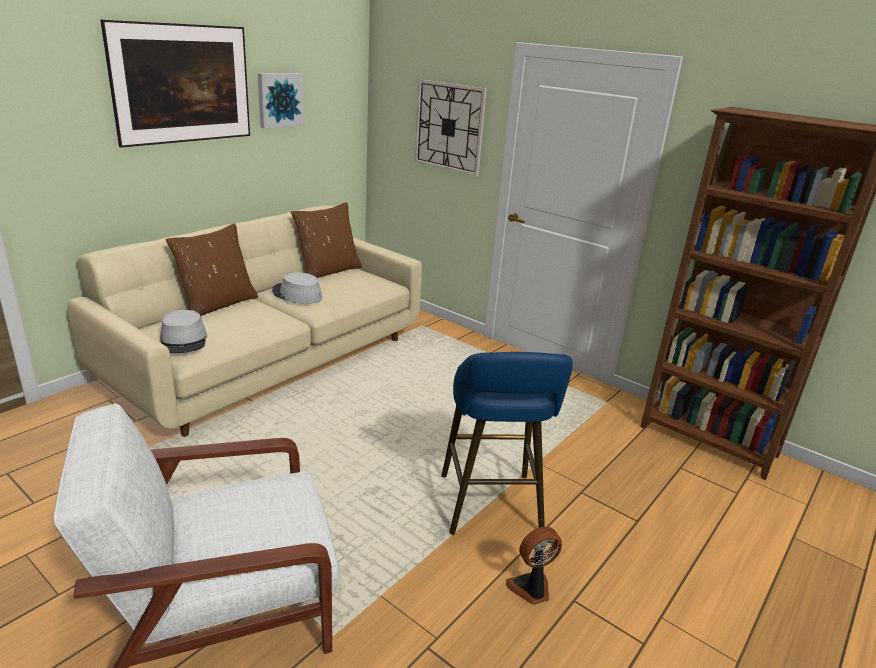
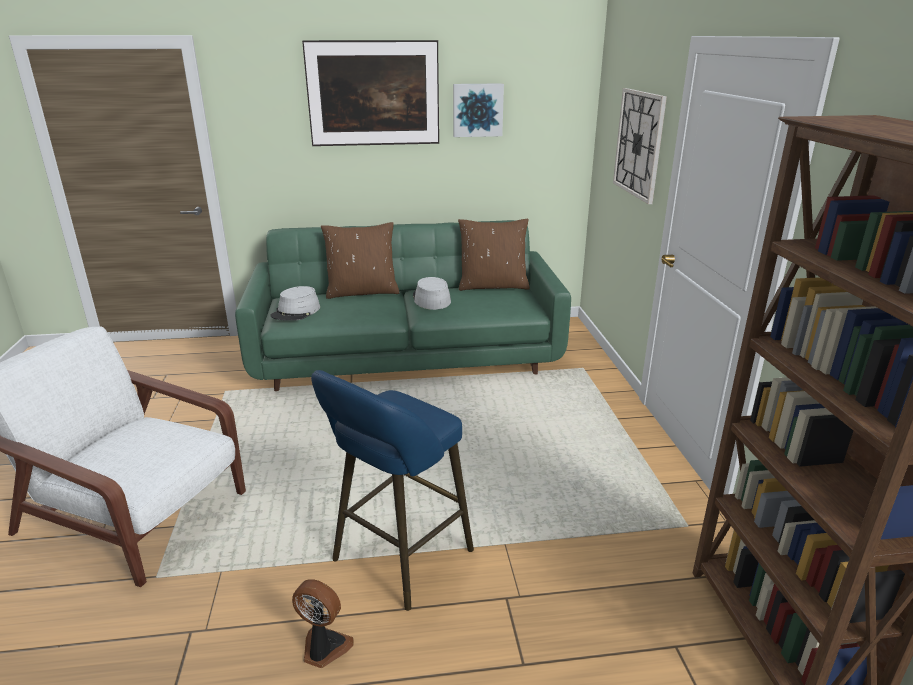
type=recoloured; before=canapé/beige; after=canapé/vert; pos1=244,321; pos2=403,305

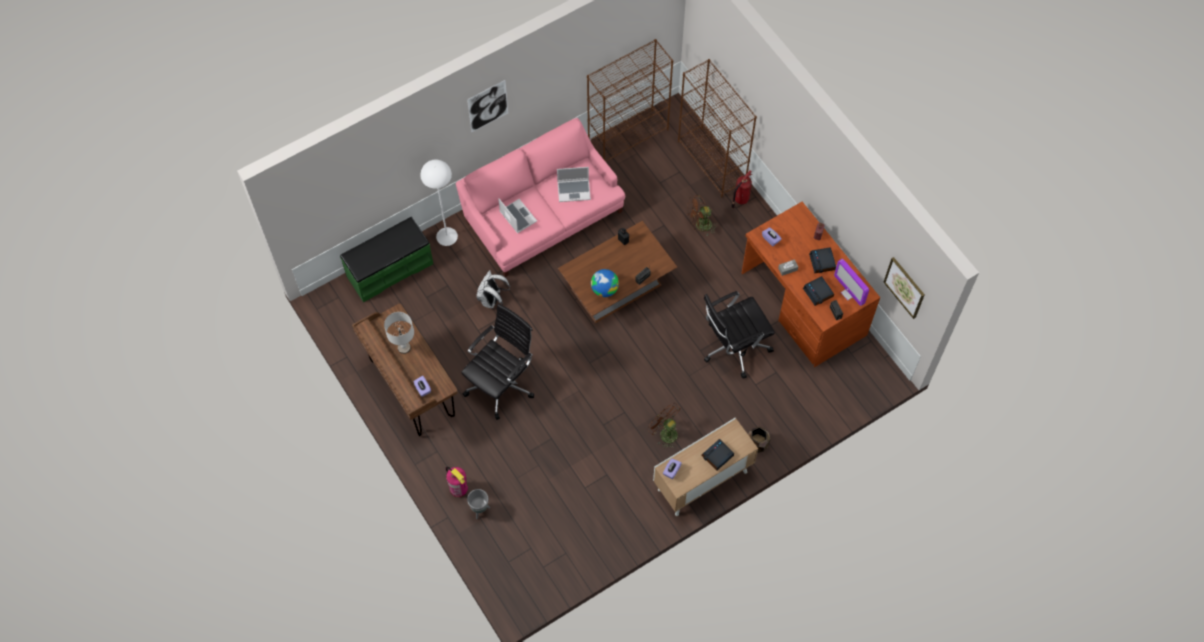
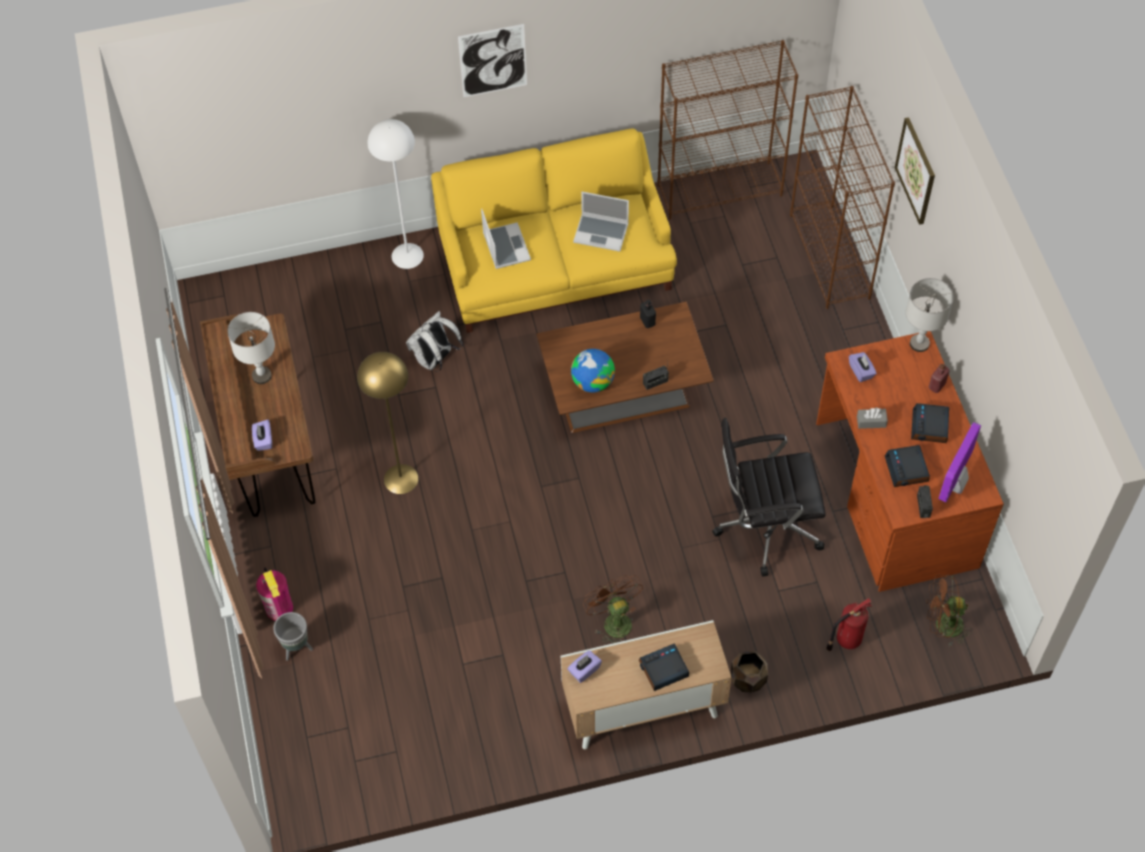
type=removed; before=banc/vert; pos1=386,260
type=added; after=lampe de table/gris; pos2=930,315
type=moved; before=ventilateur/marron; pos1=702,216; pos2=949,610
type=moved; before=extincteur; pos1=741,189; pos2=849,624
type=moved; before=tableau; pos1=904,288; pos2=915,171
type=replaced; before=chaise de bureau/noir; after=lampadaire/jaune; pos1=497,362; pos2=387,423
type=recoloured; before=canapé/rose; after=canapé/jaune; pos1=540,197; pos2=554,231
type=turned; before=écran d'ordinateur; pos1=851,282; pos2=960,462; turn=45

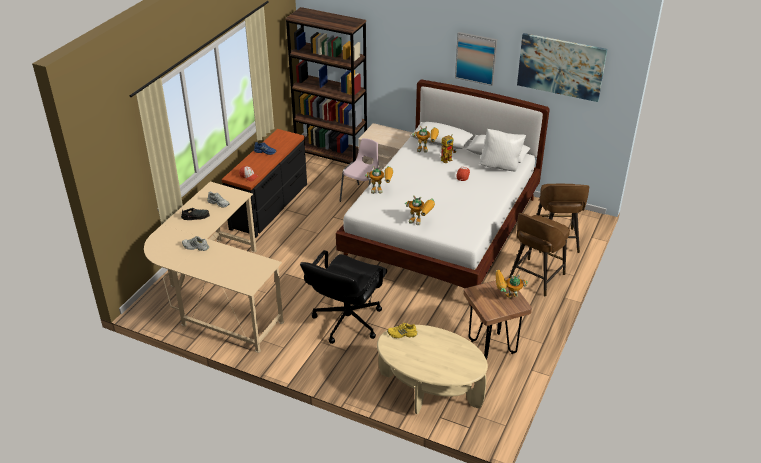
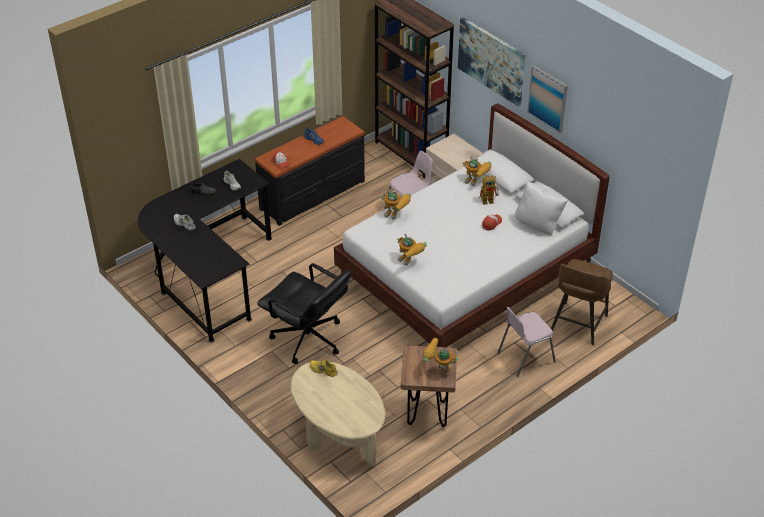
type=moved; before=tableau; pos1=562,67; pos2=492,61
type=replaced; before=tabouret/marron; after=chaise/rose; pos1=539,255; pos2=526,342
type=recoloured; before=bureau/beige; after=bureau/noir; pos1=214,267; pos2=205,251
type=turned; before=chaise de bureau/noir; pos1=343,297; pos2=304,313; turn=-105

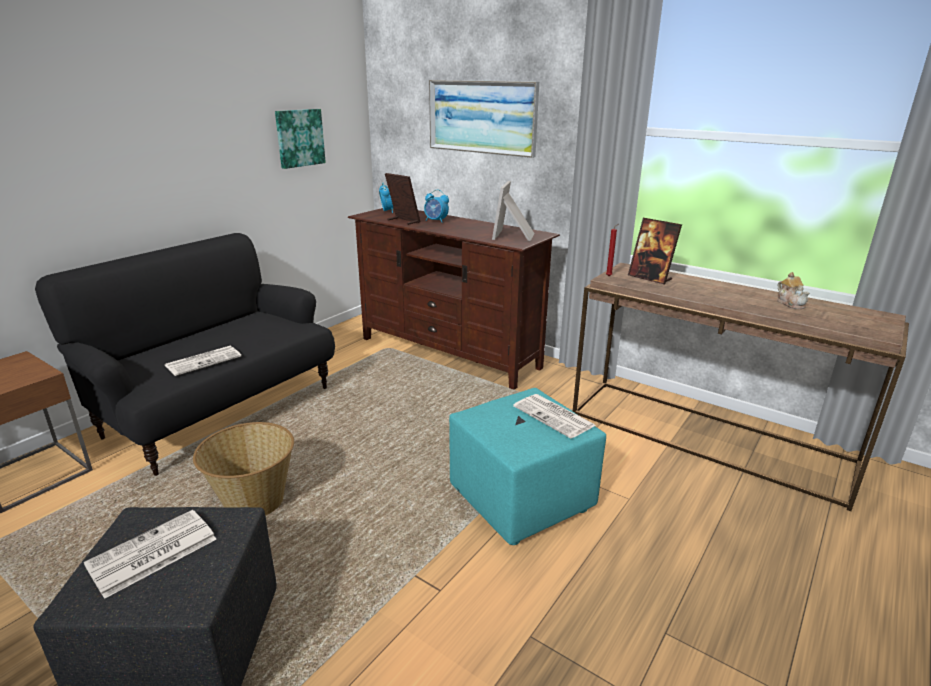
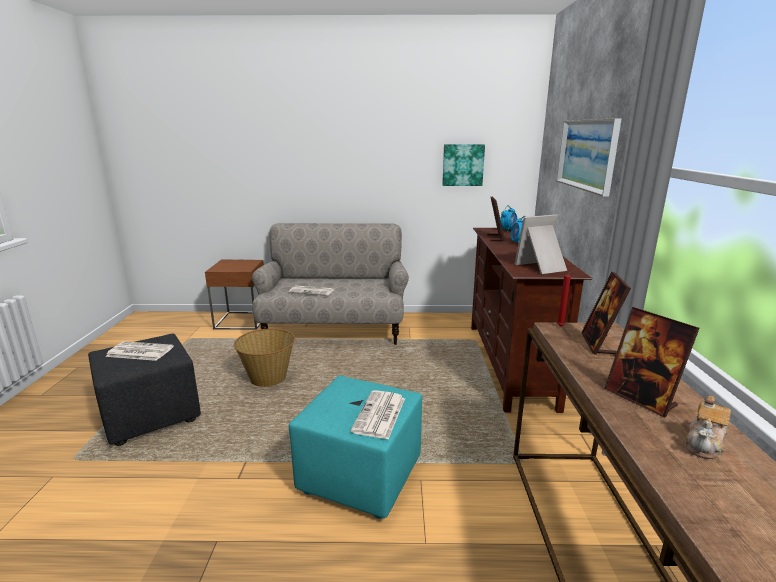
type=added; after=cadre photo; pos2=651,362
type=recoloured; before=canapé/noir; after=canapé/beige; pos1=185,354; pos2=330,284

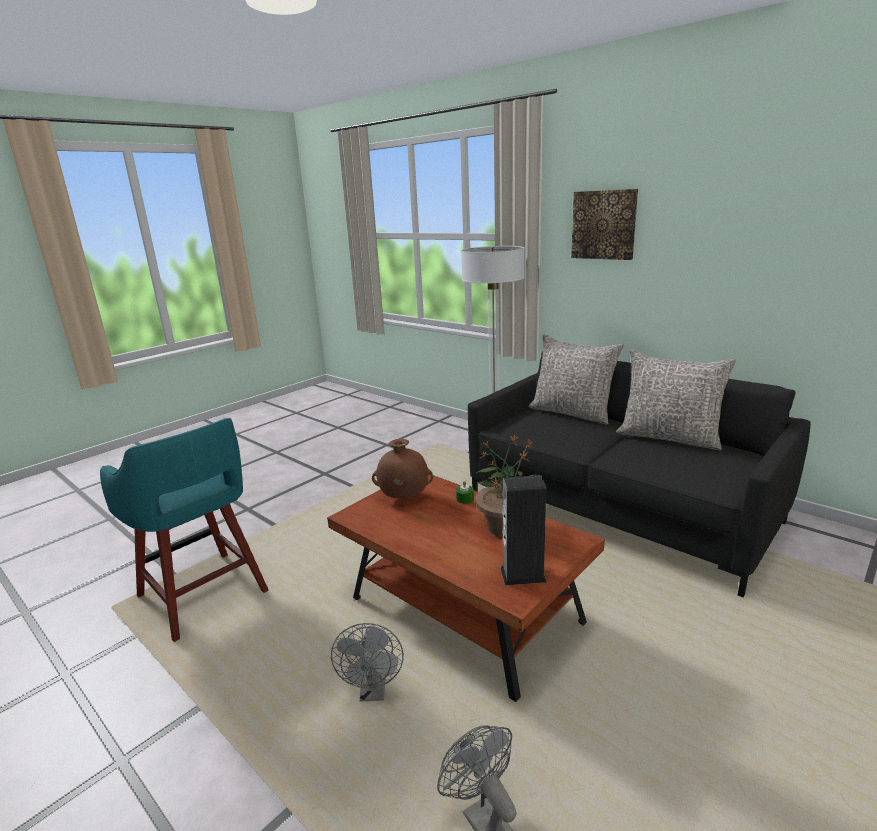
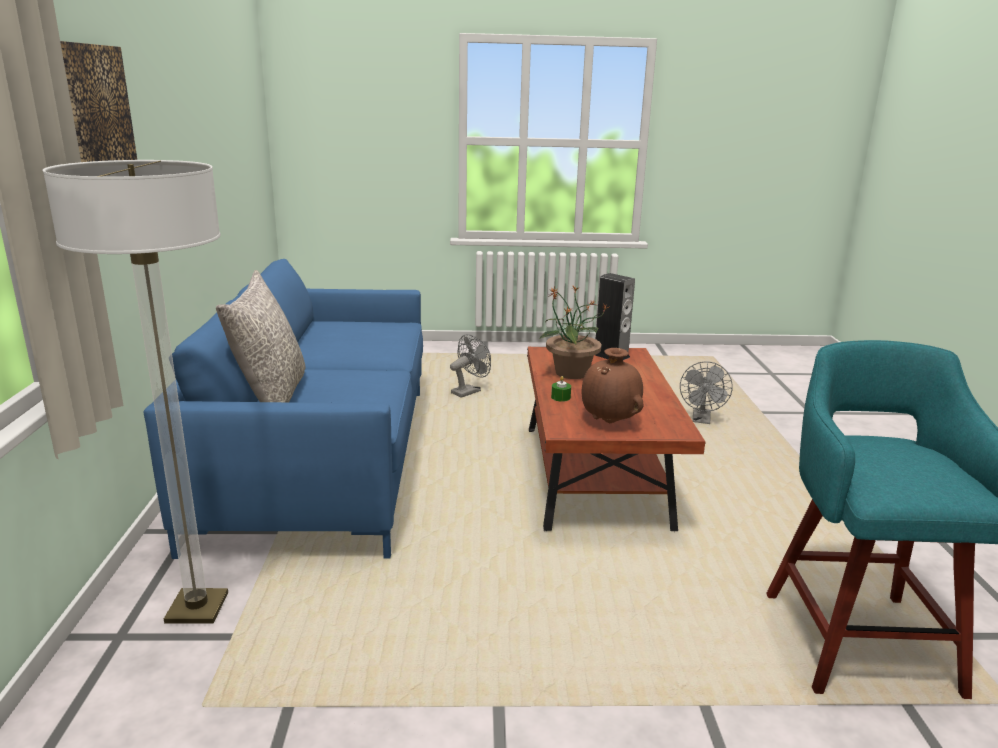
type=removed; before=coussin/gris; pos1=676,400
type=moved; before=ventilateur/gris; pos1=367,662; pos2=470,366
type=recoloured; before=canapé/noir; after=canapé/bleu; pos1=639,474; pos2=283,409

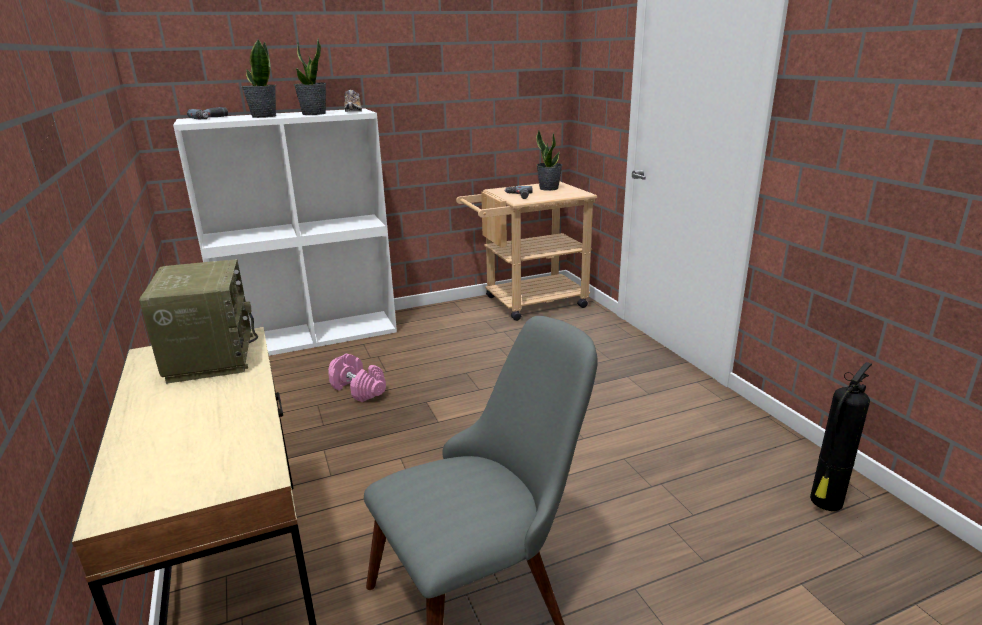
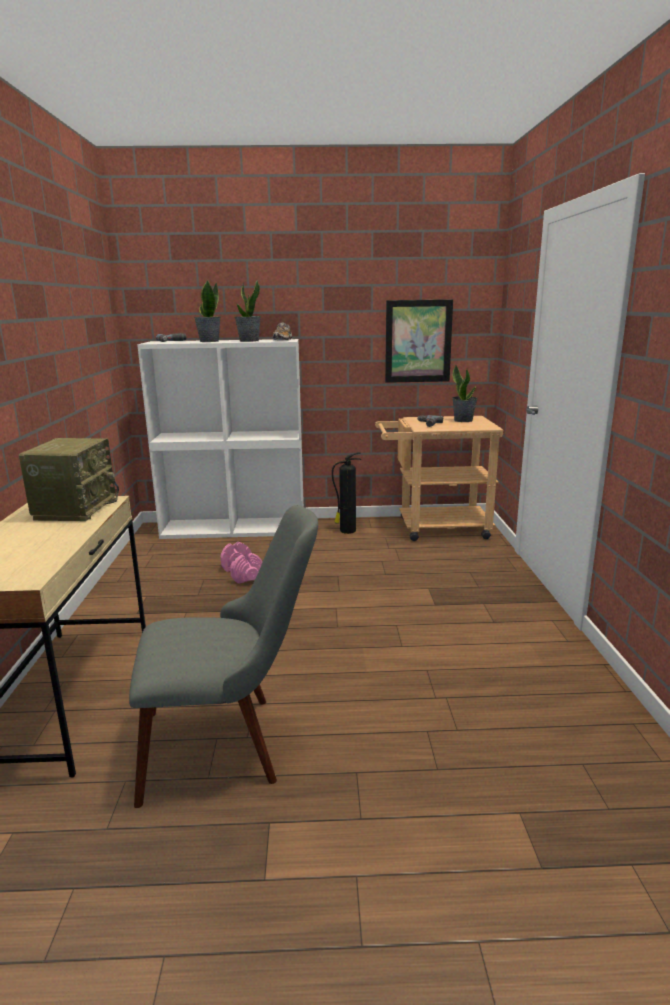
type=added; after=tableau; pos2=419,341
type=moved; before=extincteur; pos1=841,436; pos2=346,493

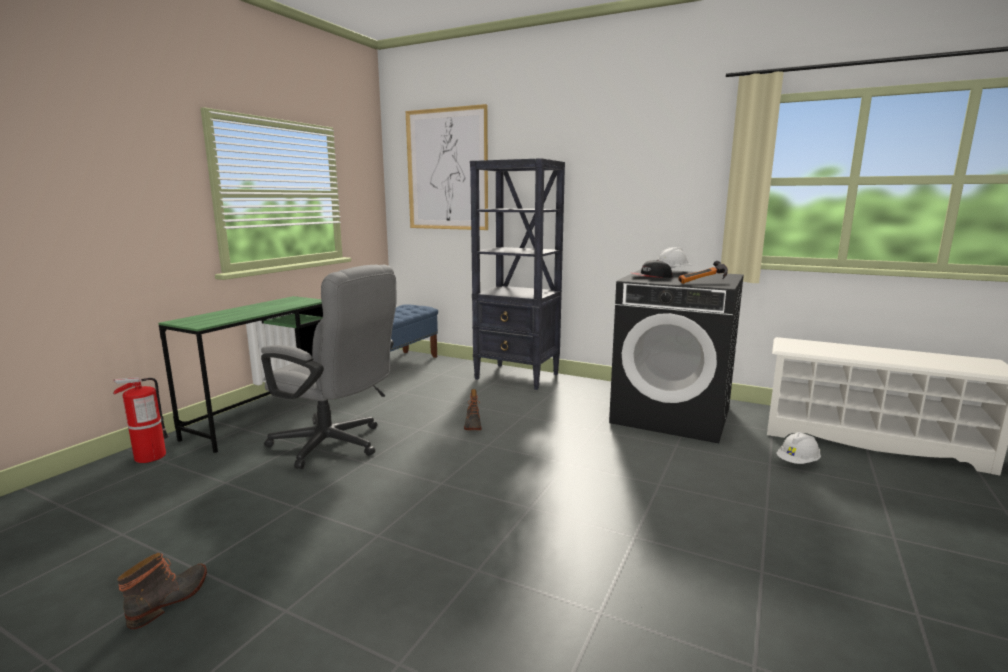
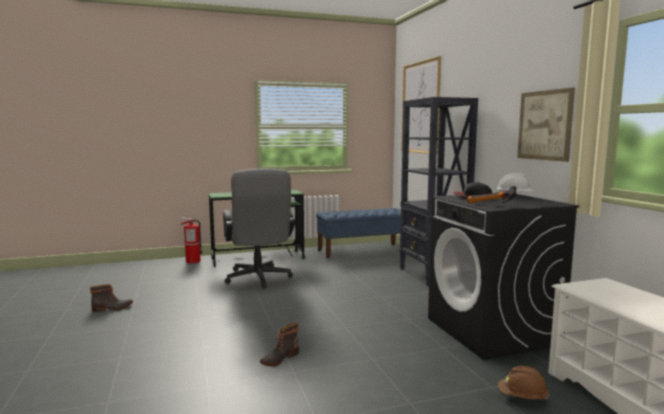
type=added; after=tableau; pos2=546,124
type=moved; before=botte; pos1=473,409; pos2=279,344
type=recoloured; before=casque de chantier/blanc; after=casque de chantier/marron; pos1=798,448; pos2=523,383

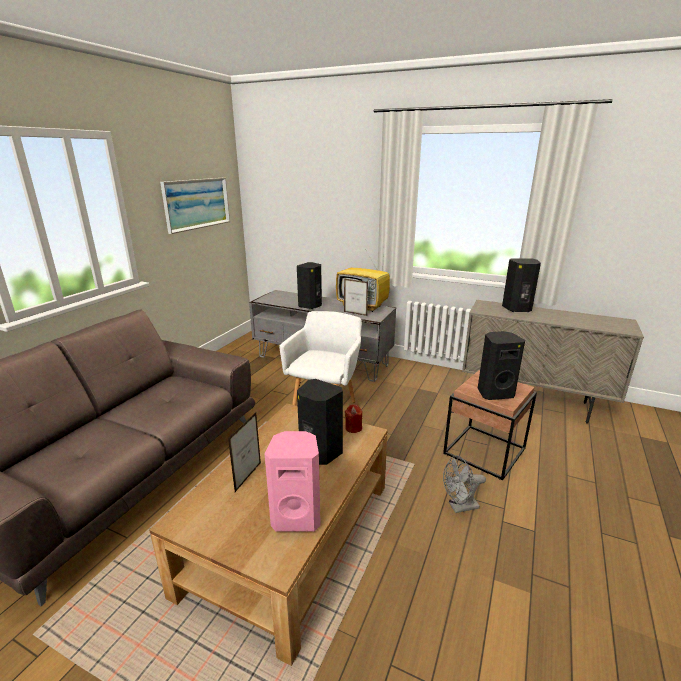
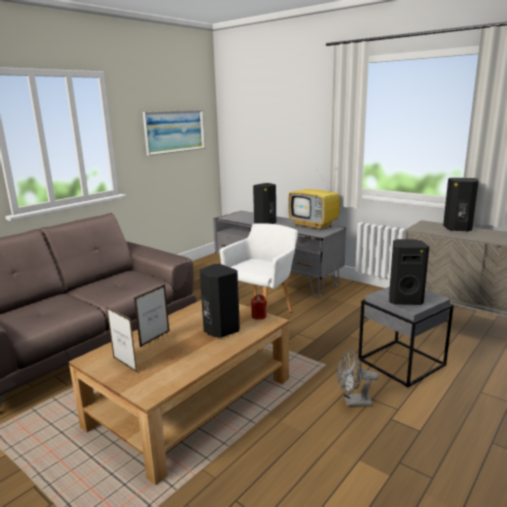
type=removed; before=enceinte/rose; pos1=293,481
type=moved; before=cadre photo; pos1=356,297; pos2=121,339
type=recoloured; before=table d'appoint/marron; after=table d'appoint/gris; pos1=490,425; pos2=406,337

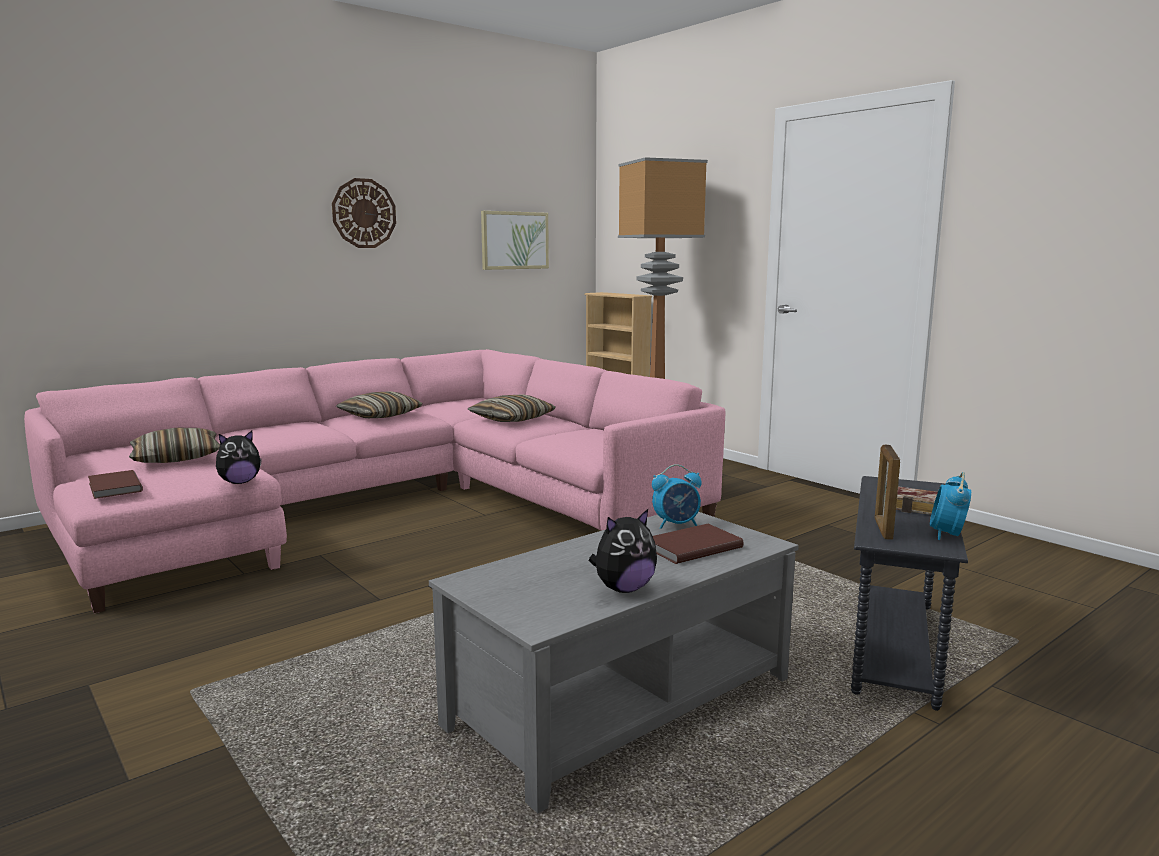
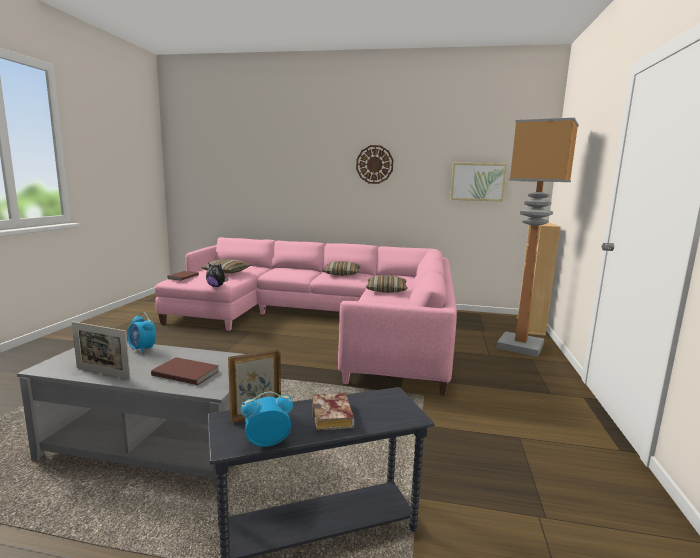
type=moved; before=réveil; pos1=677,496; pos2=141,333
type=replaced; before=peluche; after=cadre photo; pos1=623,551; pos2=101,350

